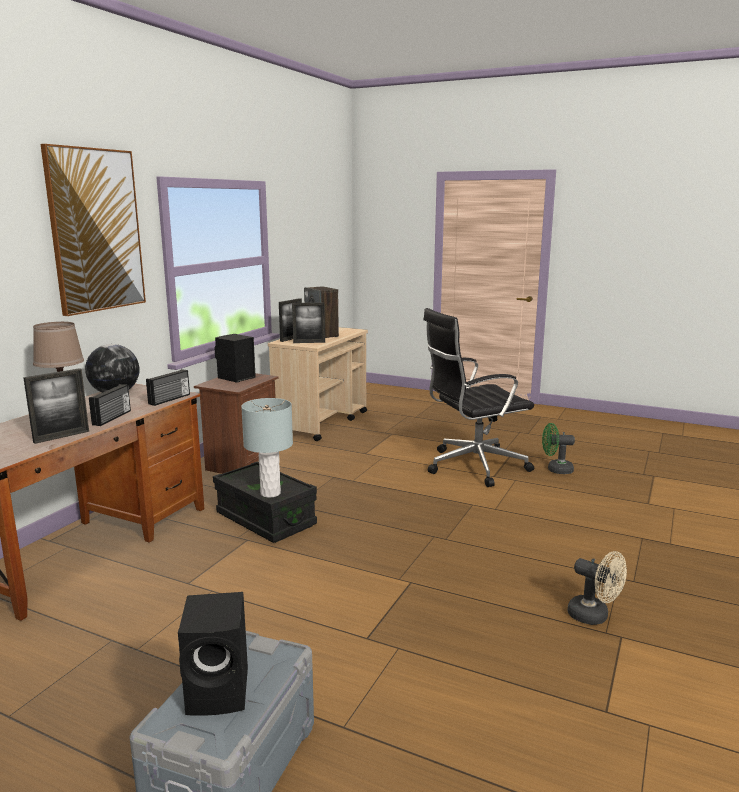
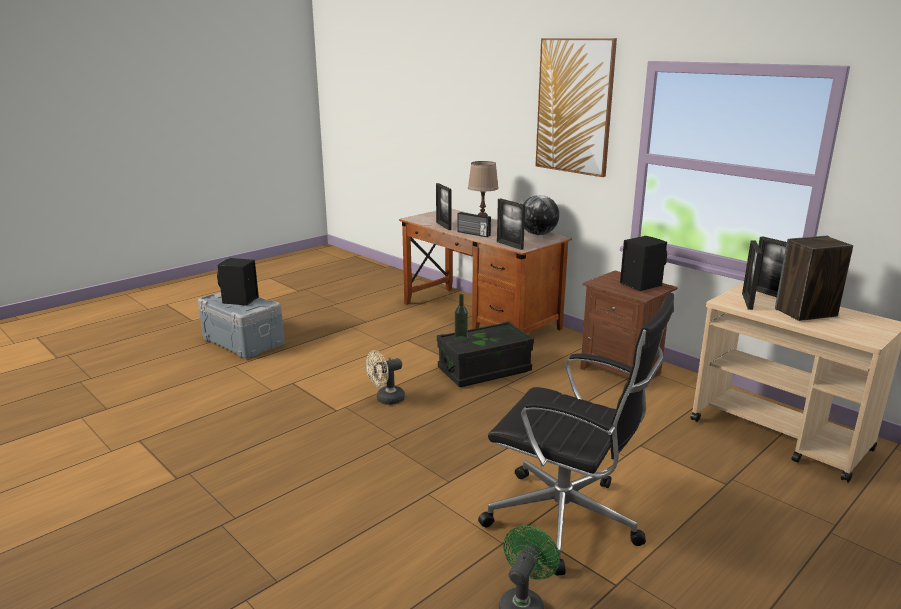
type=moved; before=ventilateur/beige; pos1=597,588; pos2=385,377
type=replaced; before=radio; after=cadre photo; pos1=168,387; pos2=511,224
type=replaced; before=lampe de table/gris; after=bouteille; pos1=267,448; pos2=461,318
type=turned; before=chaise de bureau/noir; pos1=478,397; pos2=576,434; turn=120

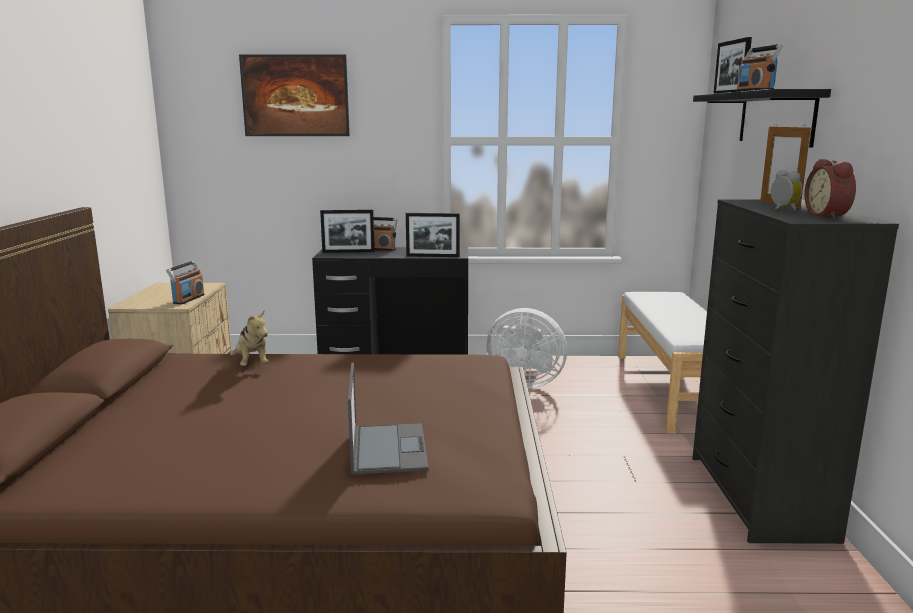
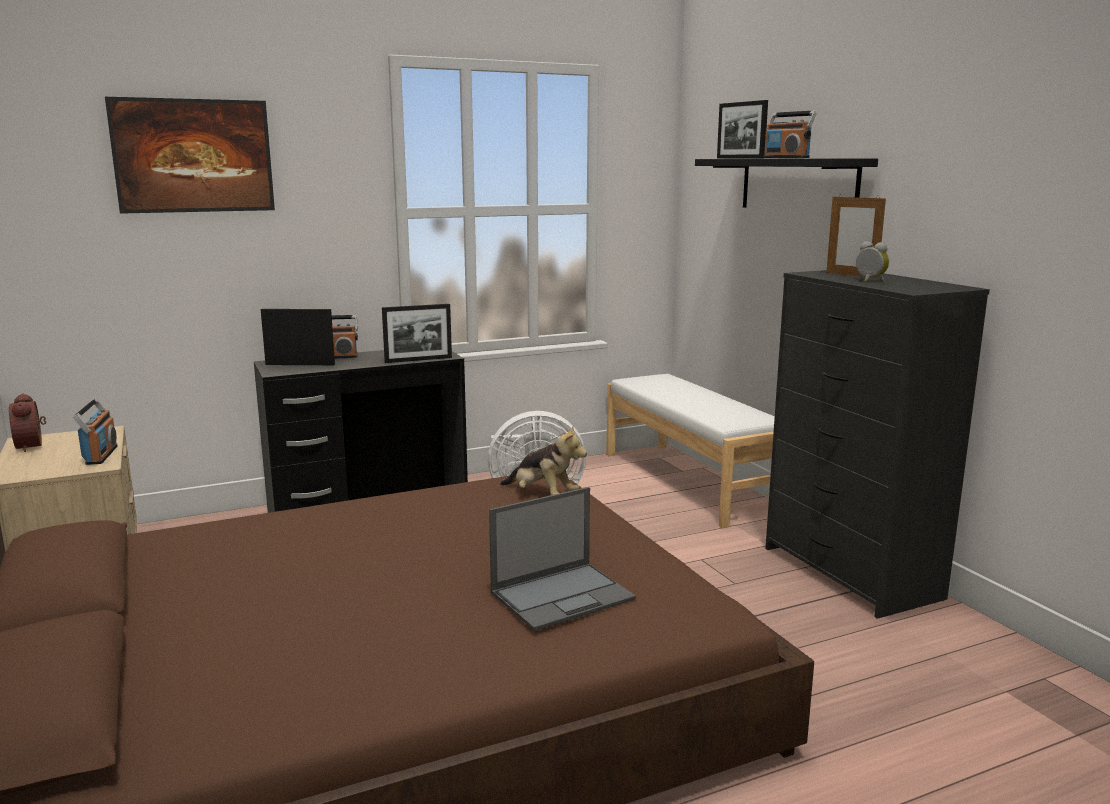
type=moved; before=peluche; pos1=249,338; pos2=543,460
type=moved; before=réveil; pos1=830,189; pos2=27,422
type=turned; before=cadre photo; pos1=347,231; pos2=298,337; turn=-150
type=turned; before=ordinateur portable; pos1=388,419; pos2=562,559; turn=90

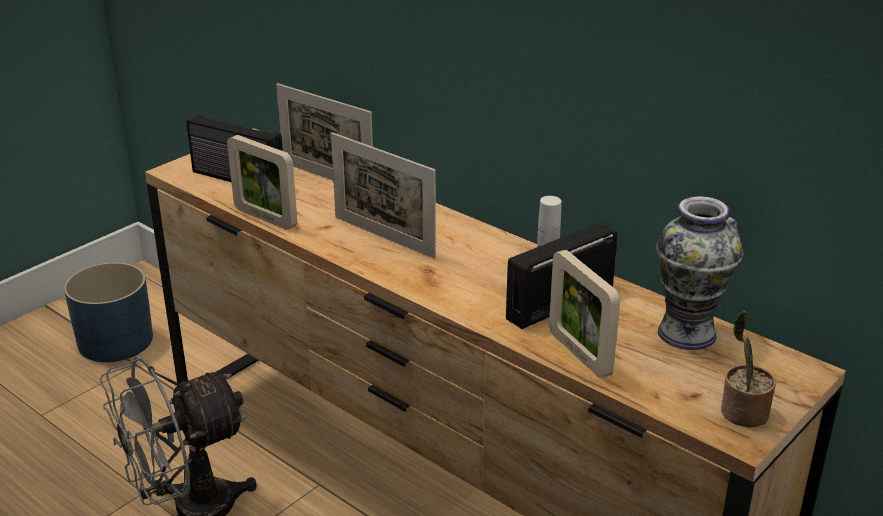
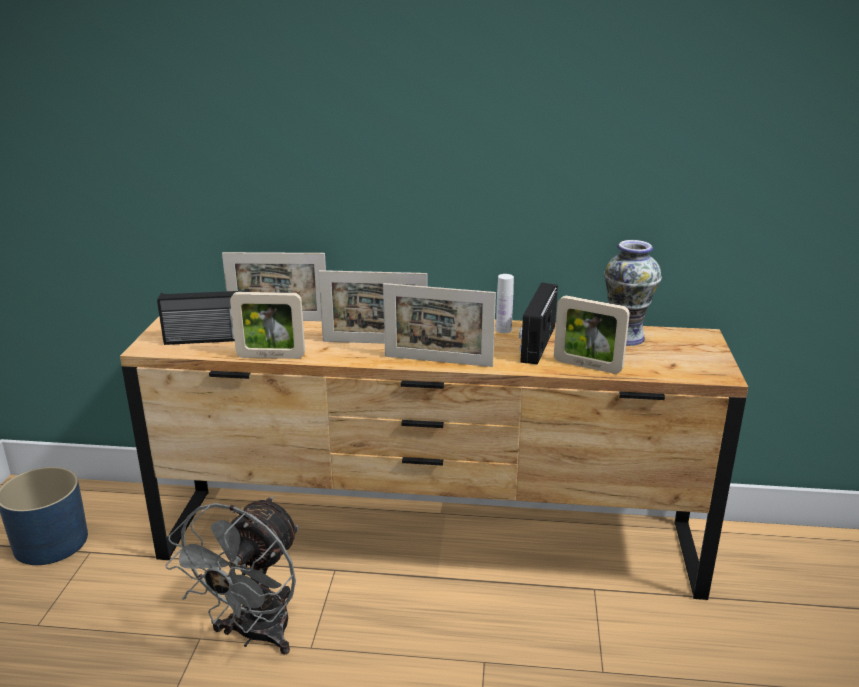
type=removed; before=plante en pot; pos1=748,369
type=added; after=cadre photo; pos2=439,325

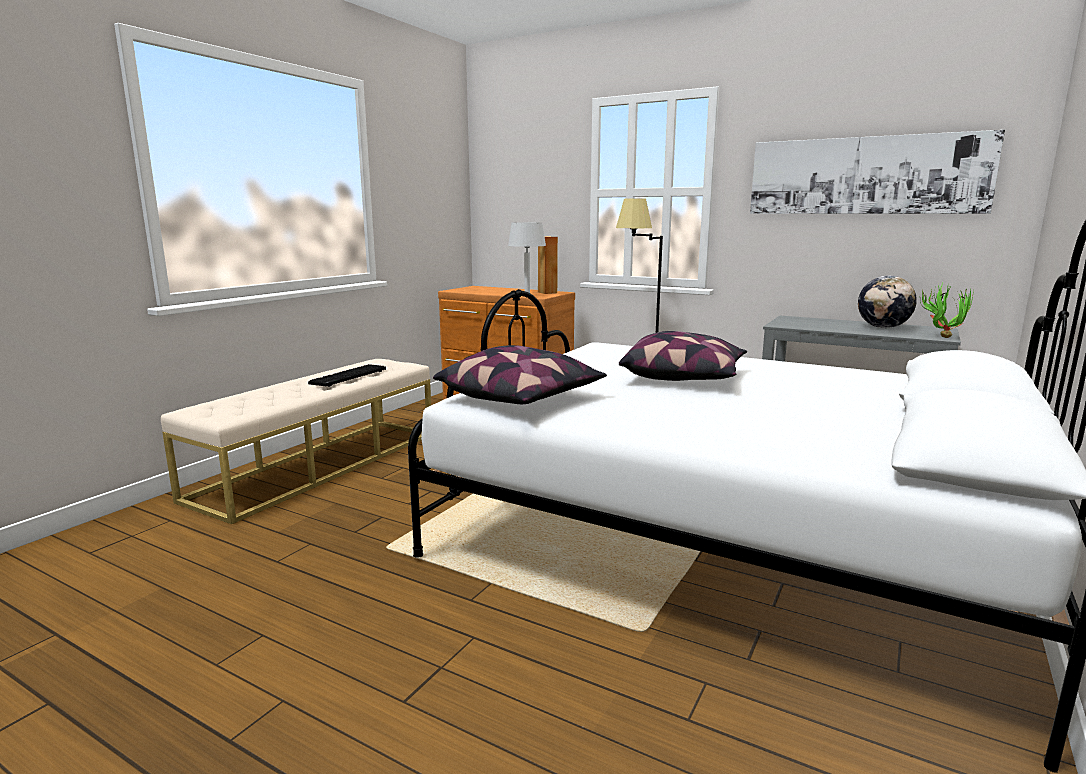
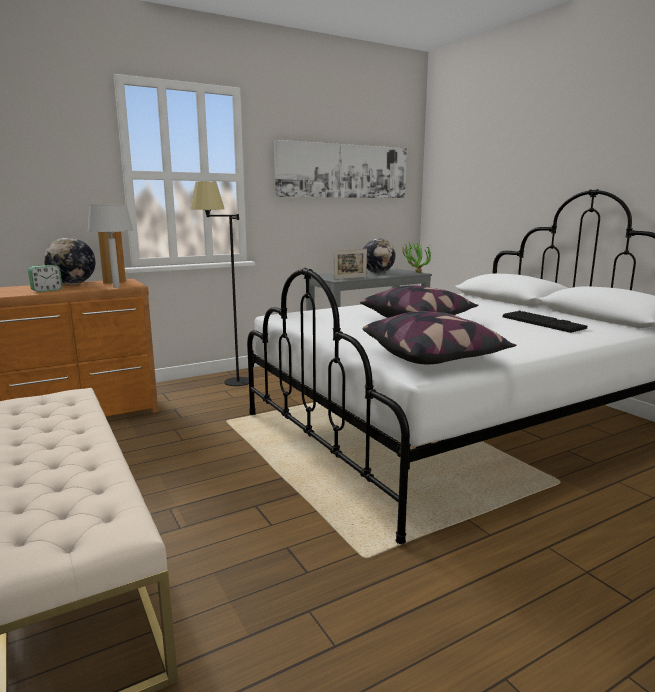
type=added; after=réveil; pos2=45,278
type=added; after=globe; pos2=69,260
type=added; after=cadre photo; pos2=350,264
type=moved; before=clavier; pos1=347,375; pos2=545,322

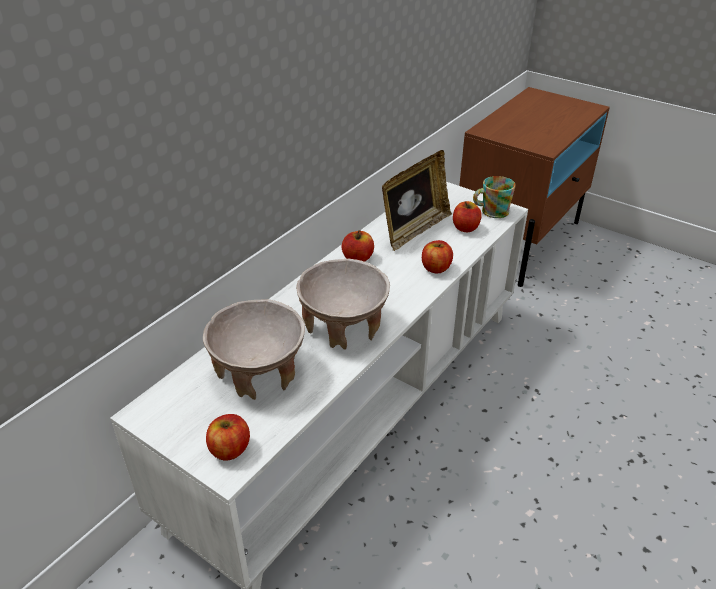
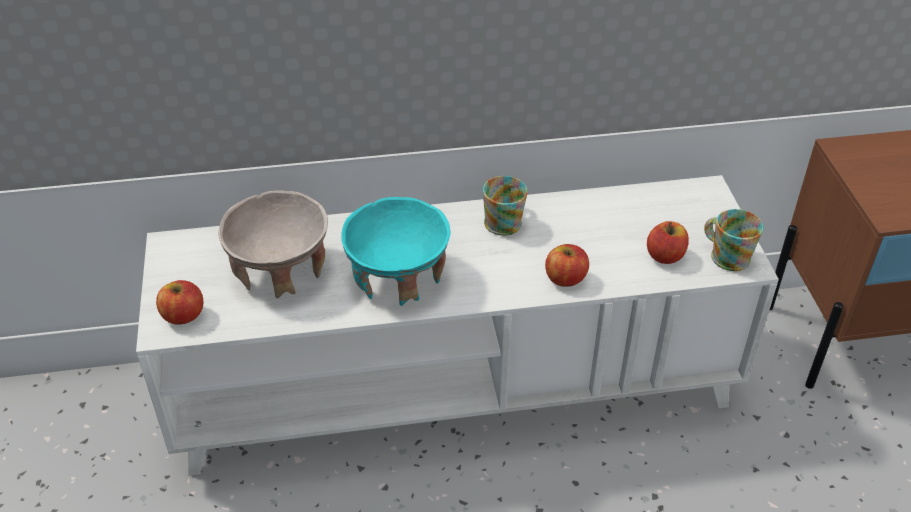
type=removed; before=cadre photo; pos1=417,200
type=replaced; before=pomme; after=mug; pos1=358,246; pos2=505,206
type=recoloured; before=bol/beige; after=bol/turquoise; pos1=343,304; pos2=396,251

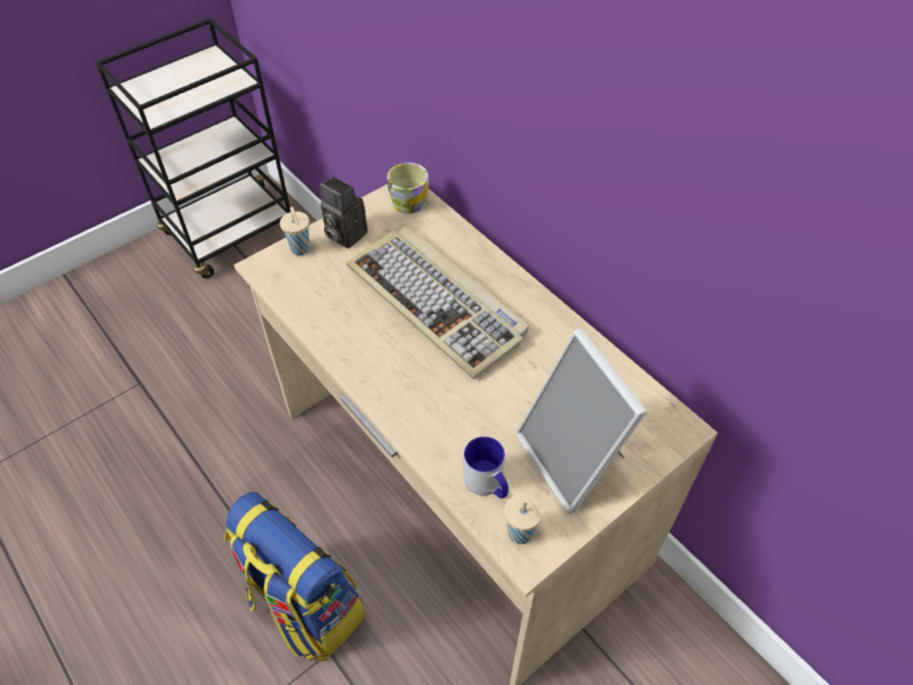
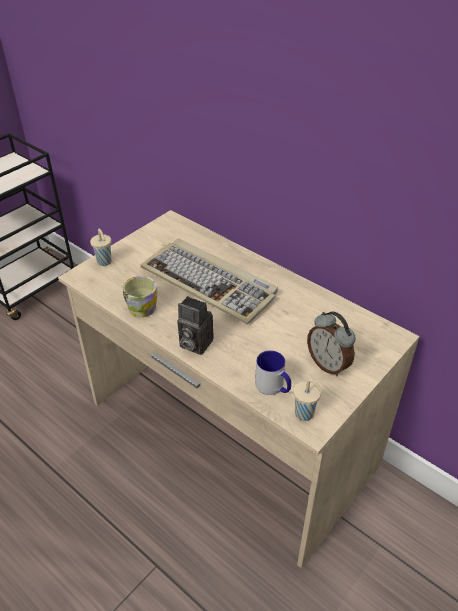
type=removed; before=sac à dos; pos1=294,576
type=moved; before=appareil photo; pos1=343,212; pos2=195,325
type=moved; before=mug; pos1=408,188; pos2=140,296
type=replaced; before=cadre photo; after=réveil; pos1=581,421; pos2=331,343

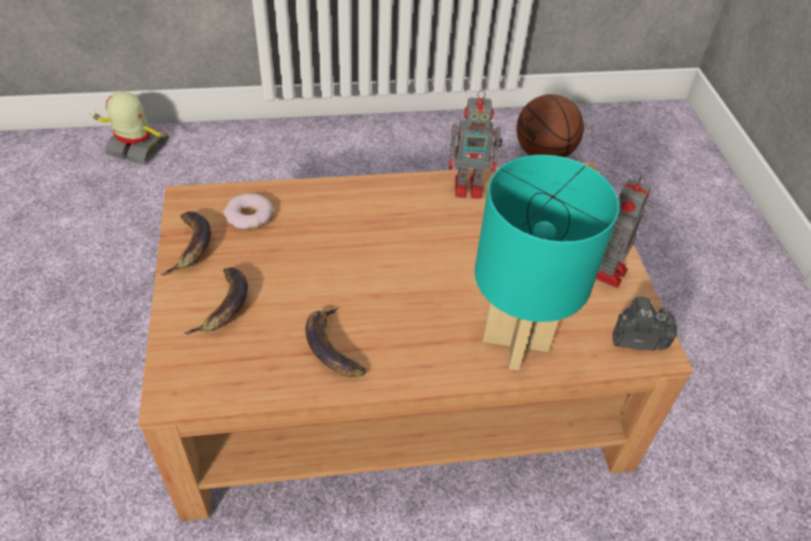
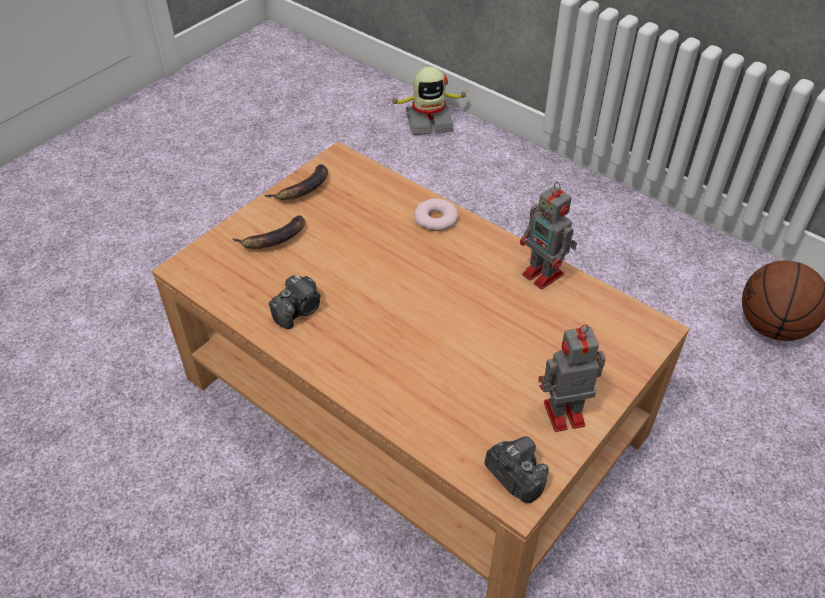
type=removed; before=lampe de table/turquoise; pos1=547,263
type=moved; before=beignet; pos1=248,211; pos2=436,214
type=replaced; before=banane; after=appareil photo; pos1=335,342; pos2=295,302
type=turned; before=robot jouet; pos1=129,128; pos2=429,101; turn=105

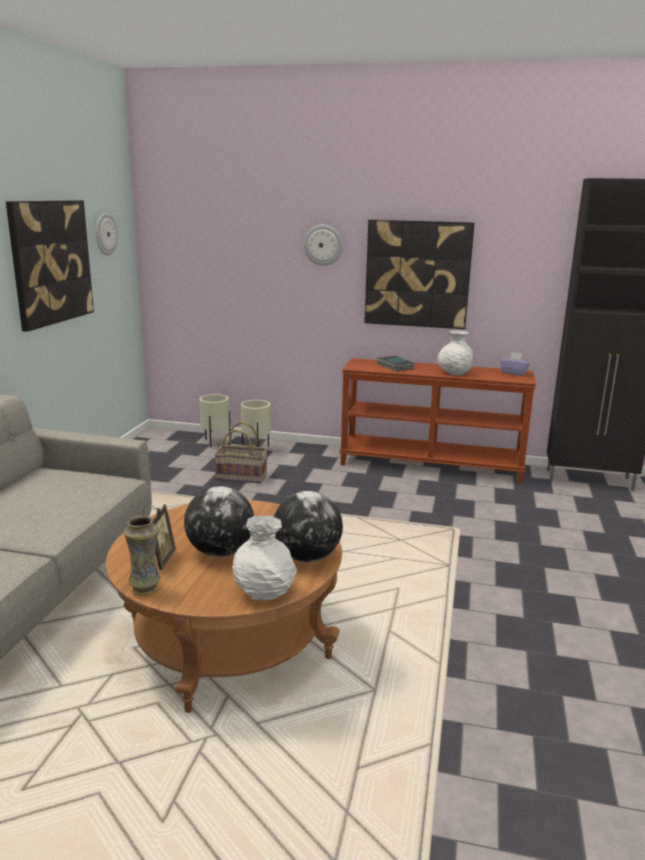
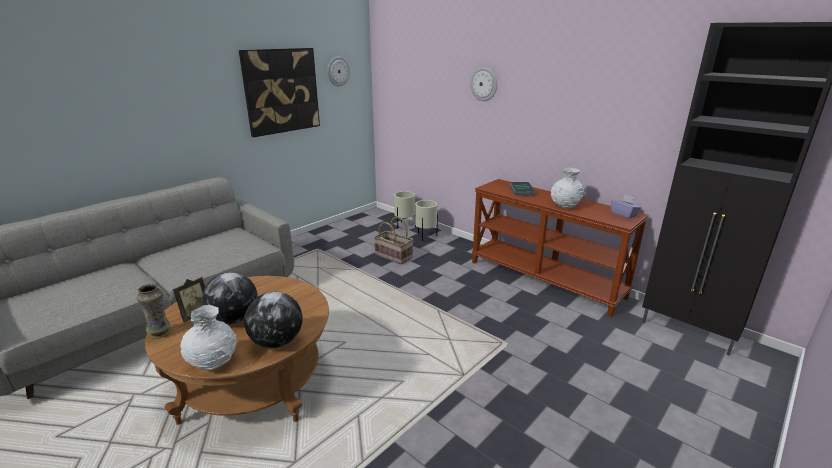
type=removed; before=tableau; pos1=419,274

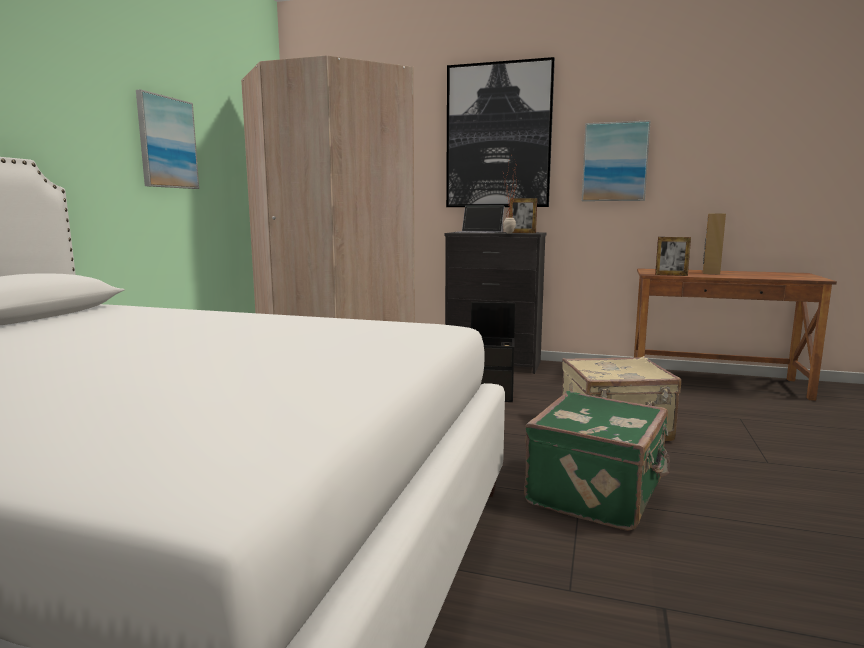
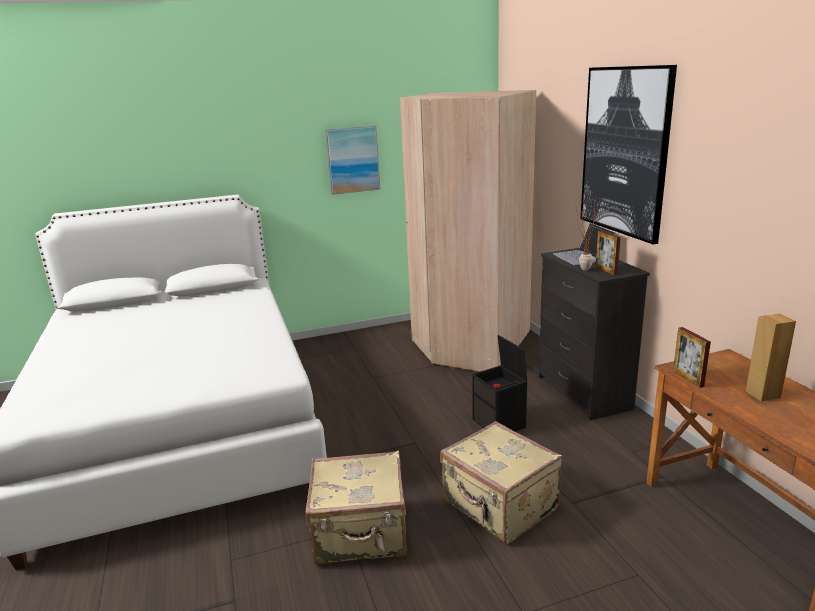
type=removed; before=tableau; pos1=616,160
type=recoloured; before=valise/vert; after=valise/beige; pos1=597,461; pos2=356,508

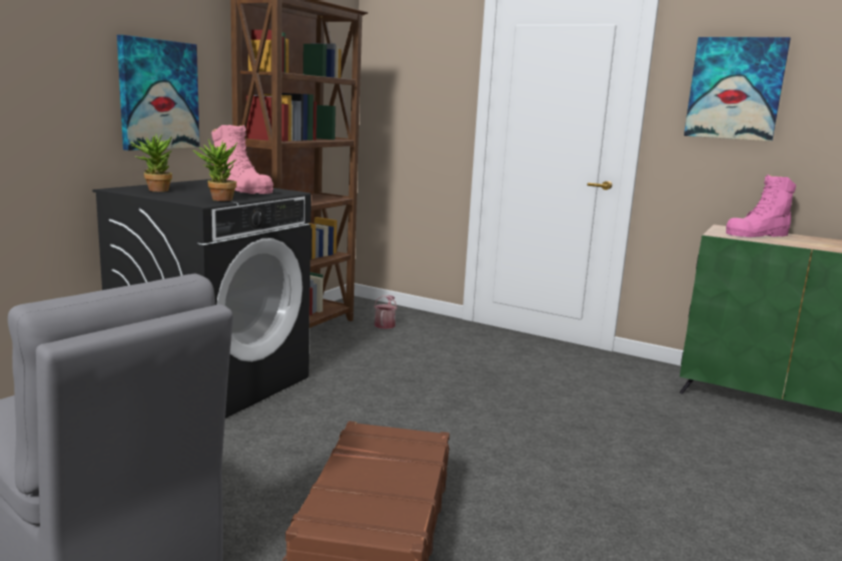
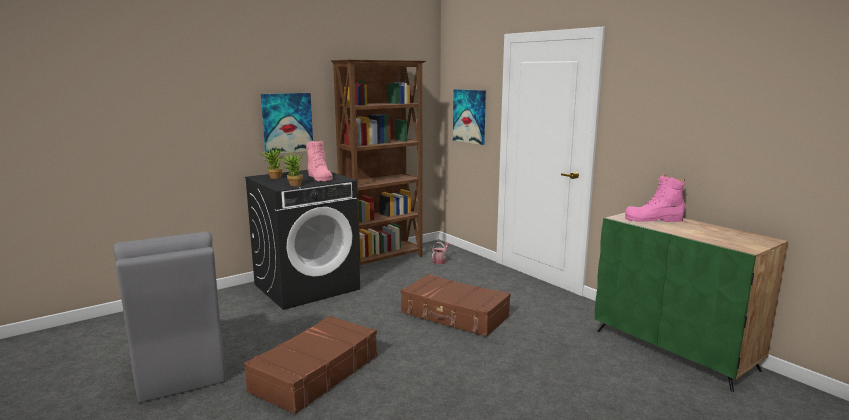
type=added; after=valise/marron; pos2=456,305
type=moved; before=tableau; pos1=737,89; pos2=469,117

